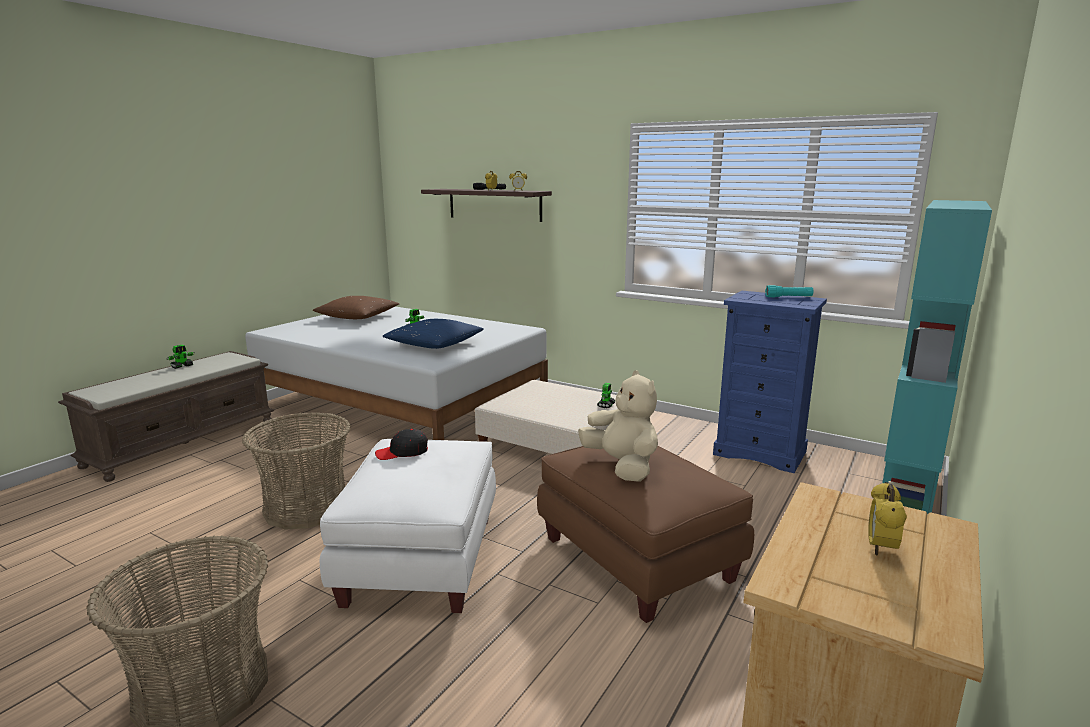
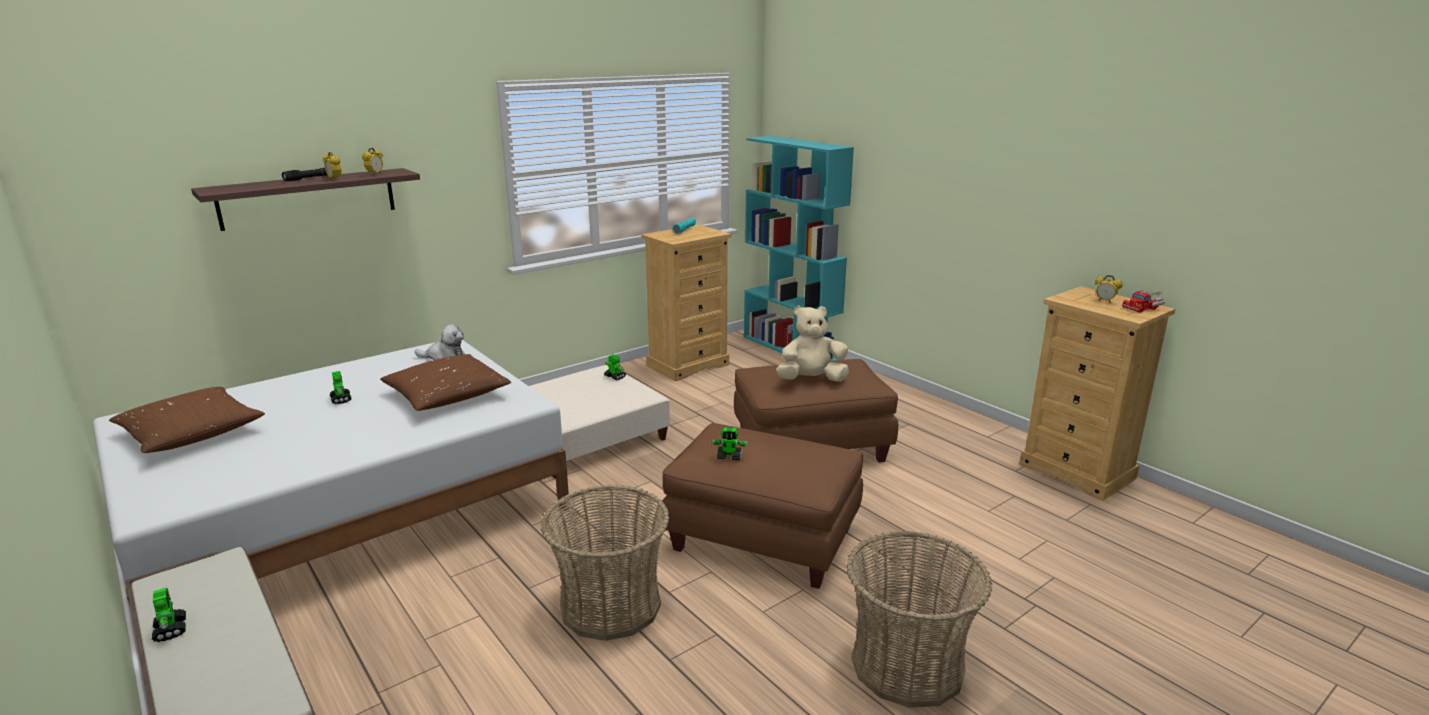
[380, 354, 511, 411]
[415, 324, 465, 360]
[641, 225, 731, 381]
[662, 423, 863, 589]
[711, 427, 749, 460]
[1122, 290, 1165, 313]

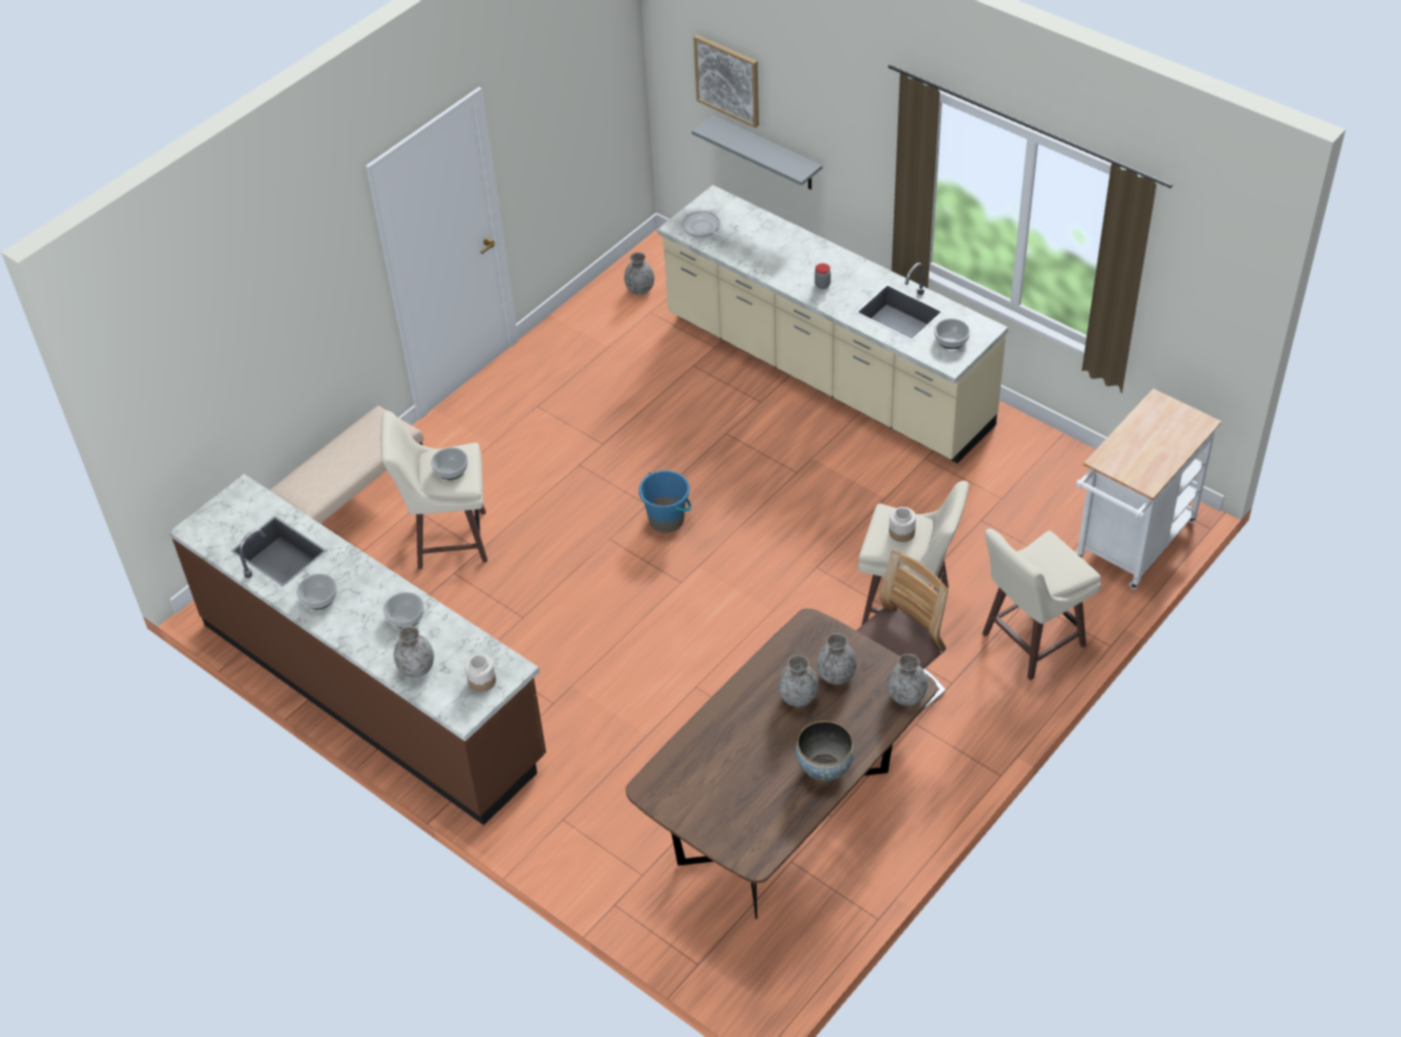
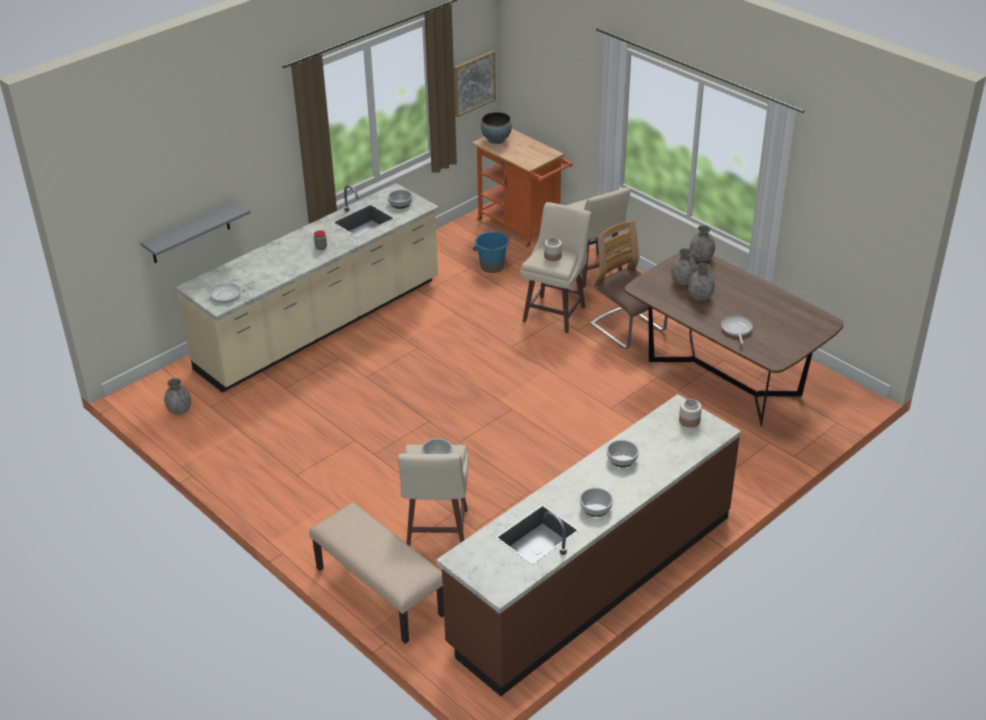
[454, 51, 496, 117]
[472, 129, 573, 248]
[473, 232, 510, 273]
[481, 112, 512, 144]
[721, 316, 753, 344]
[394, 626, 434, 678] (first image)

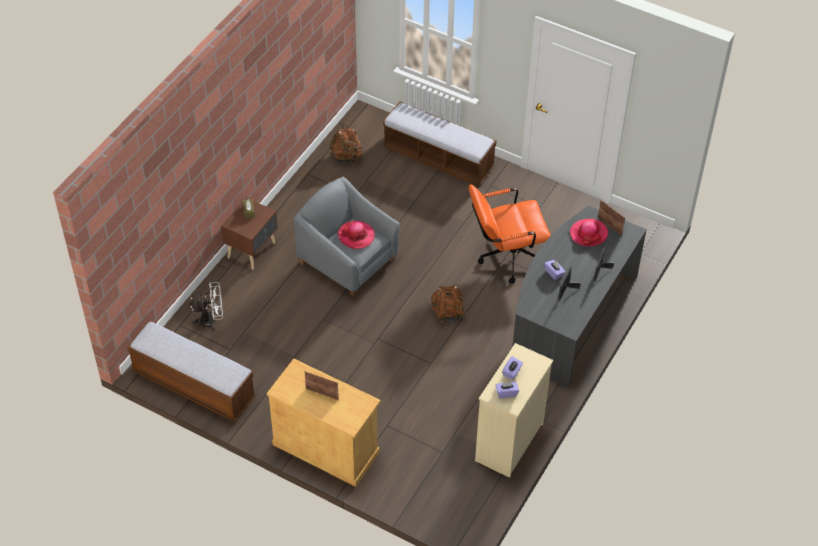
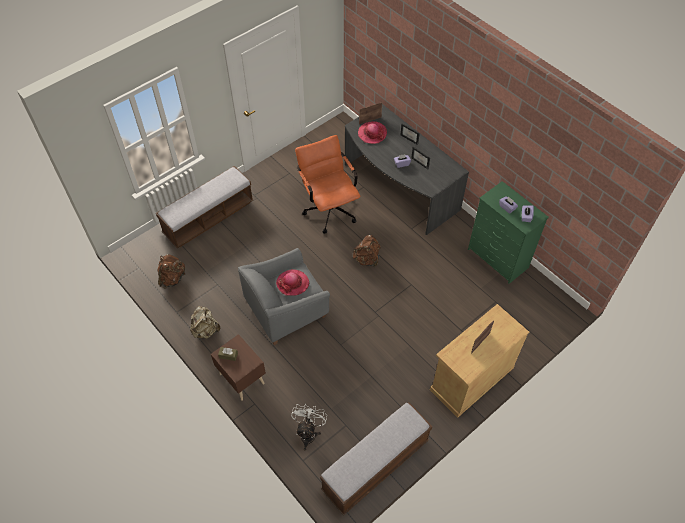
[190, 306, 220, 339]
[295, 135, 361, 234]
[468, 181, 549, 284]

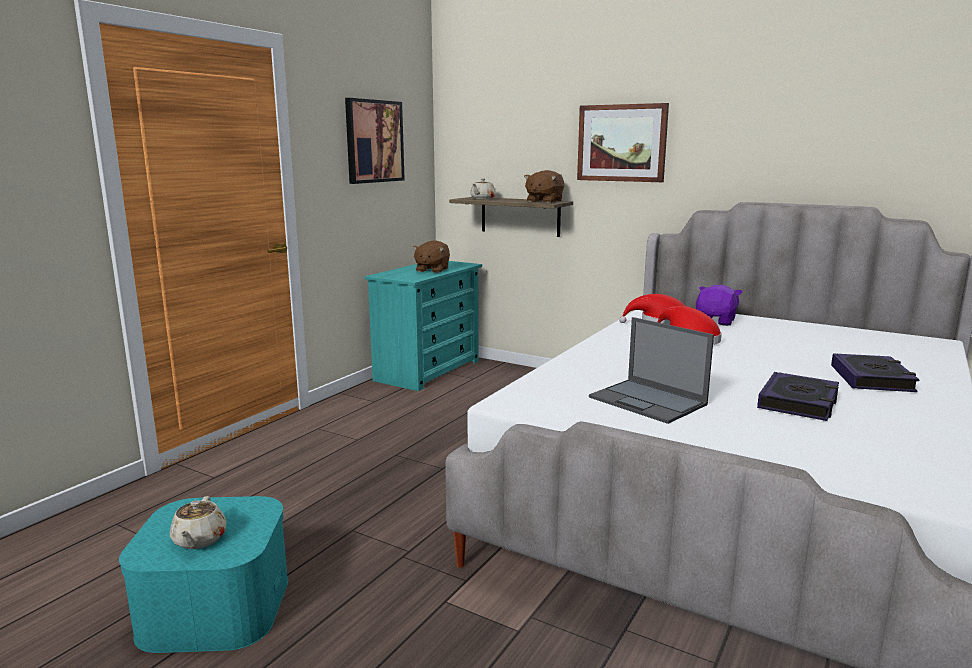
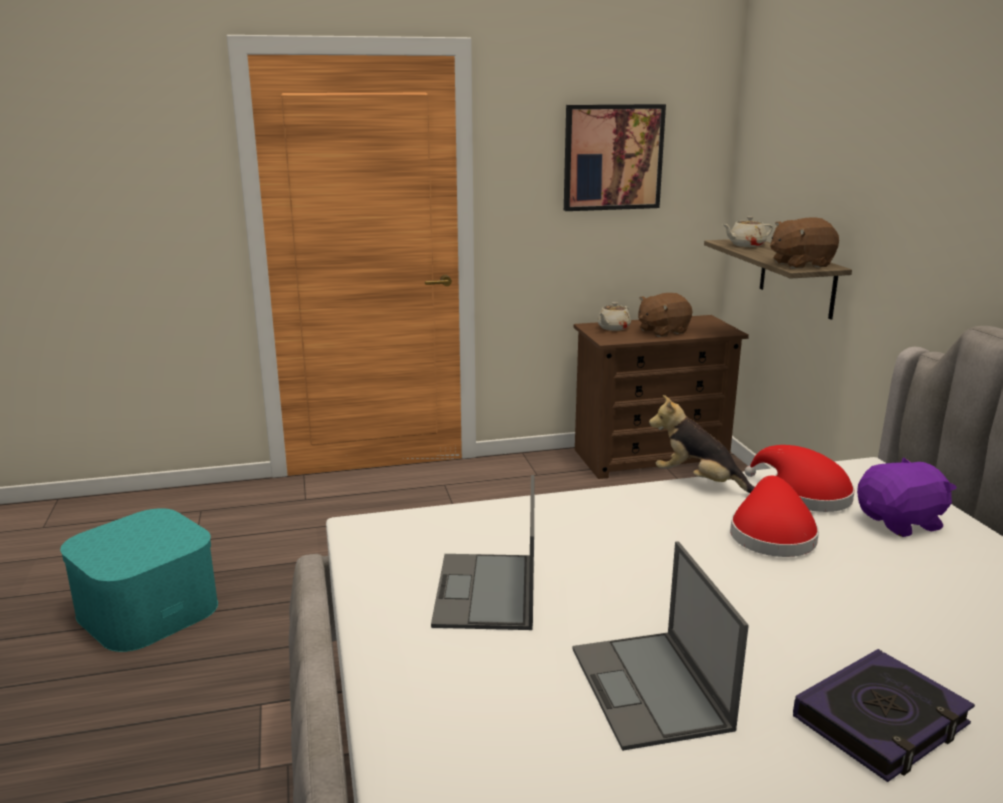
[573, 541, 749, 751]
[574, 315, 749, 479]
[598, 302, 631, 331]
[649, 395, 755, 493]
[577, 103, 669, 182] (first image)

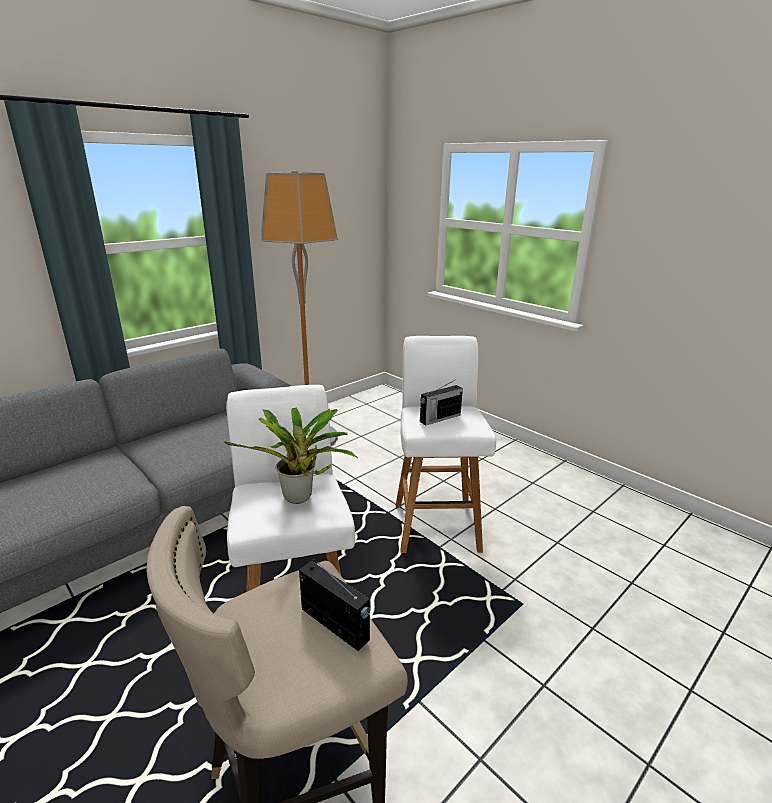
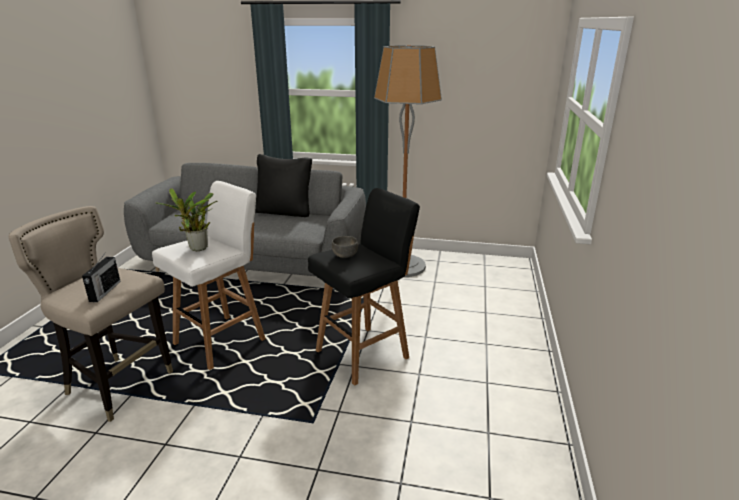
[255, 154, 312, 217]
[308, 188, 420, 386]
[332, 236, 358, 258]

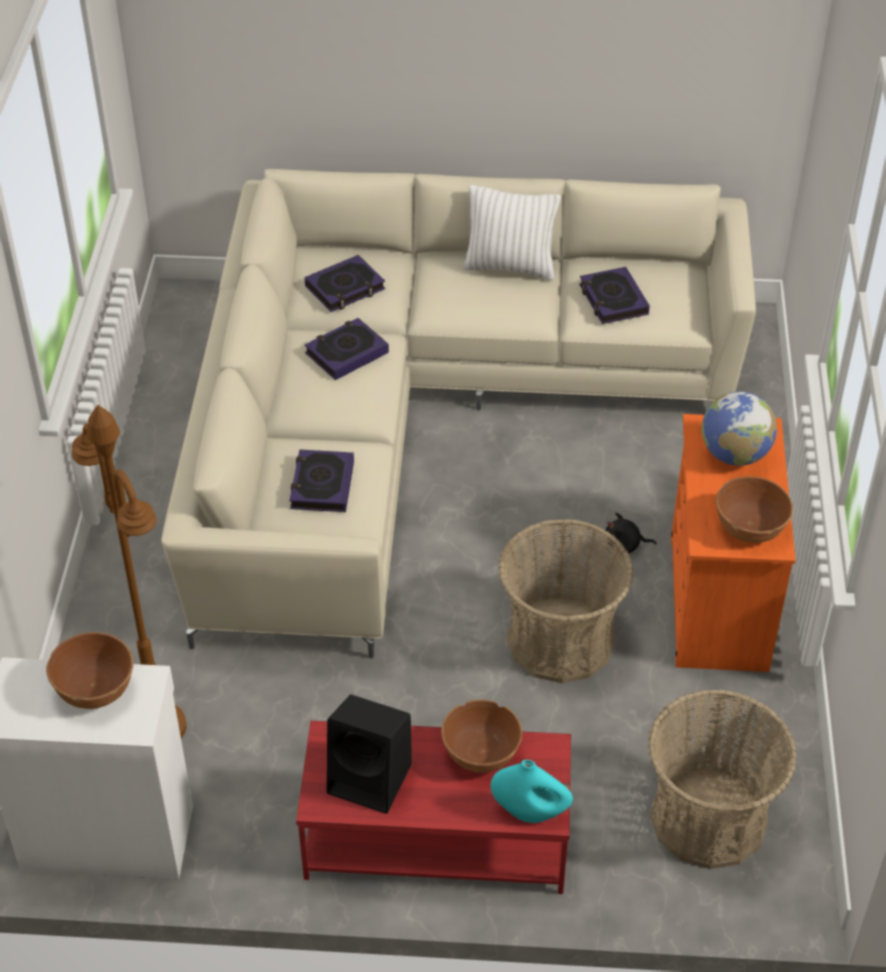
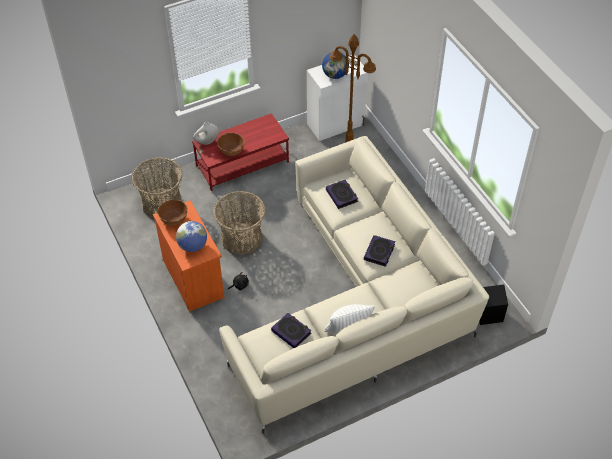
[193, 122, 219, 145]
[322, 53, 349, 79]
[479, 284, 508, 325]
[305, 255, 385, 312] (first image)

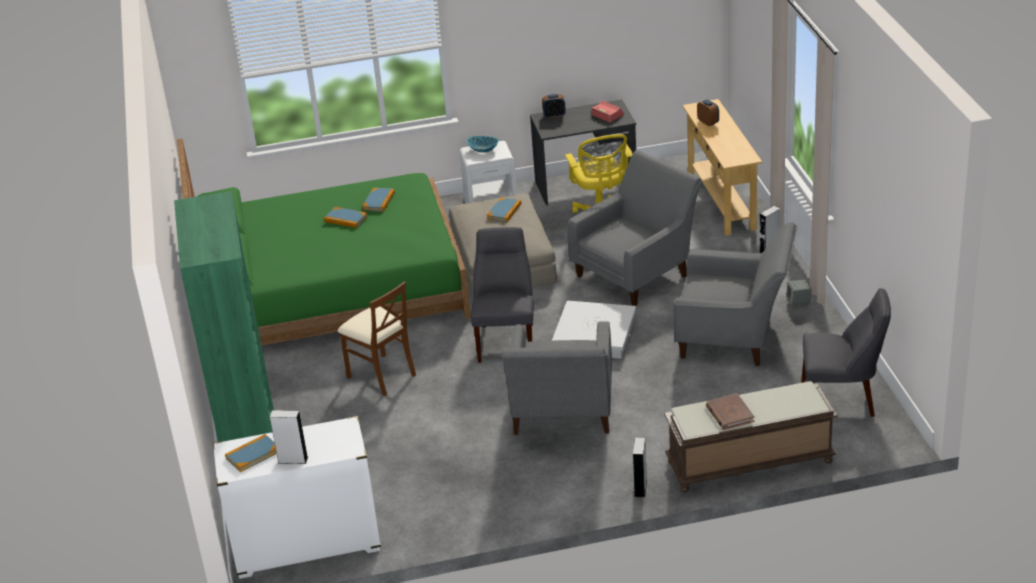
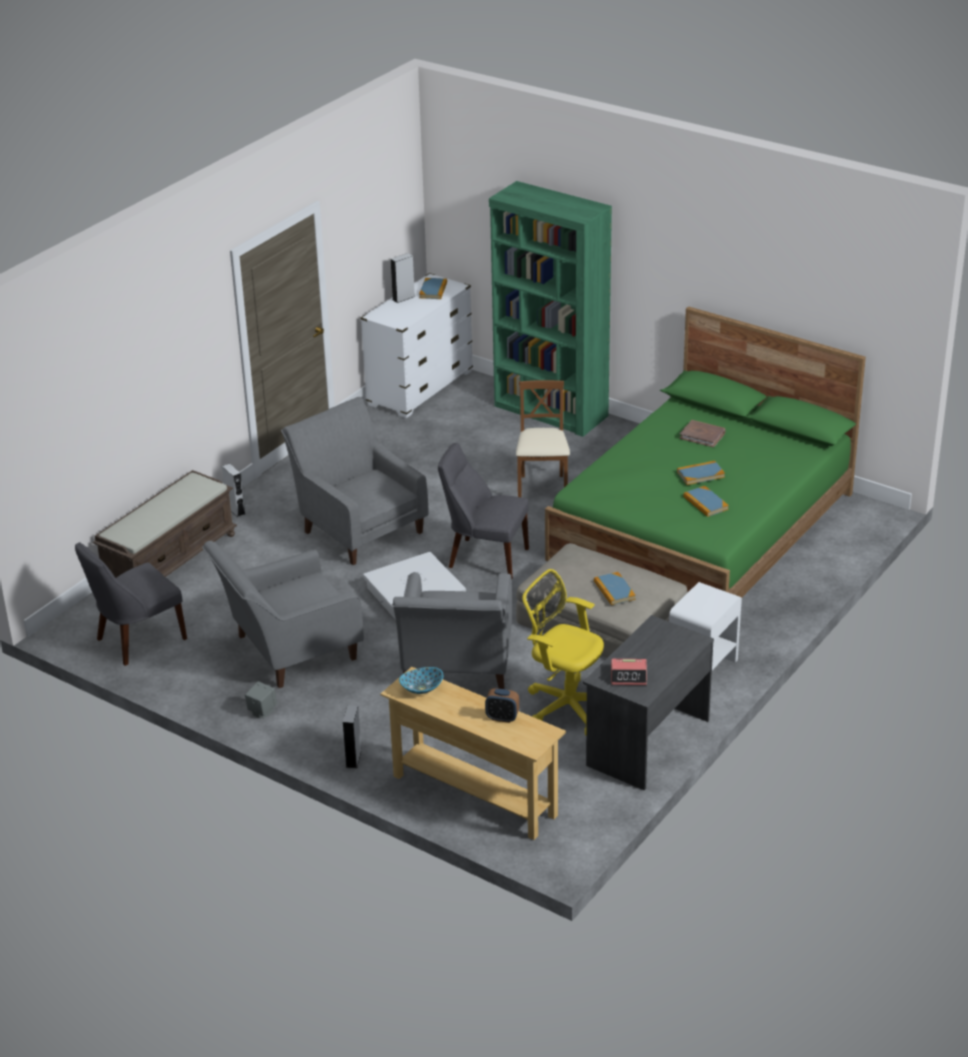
[399, 667, 443, 694]
[438, 443, 529, 579]
[516, 380, 570, 498]
[679, 420, 726, 447]
[542, 94, 566, 119] (first image)

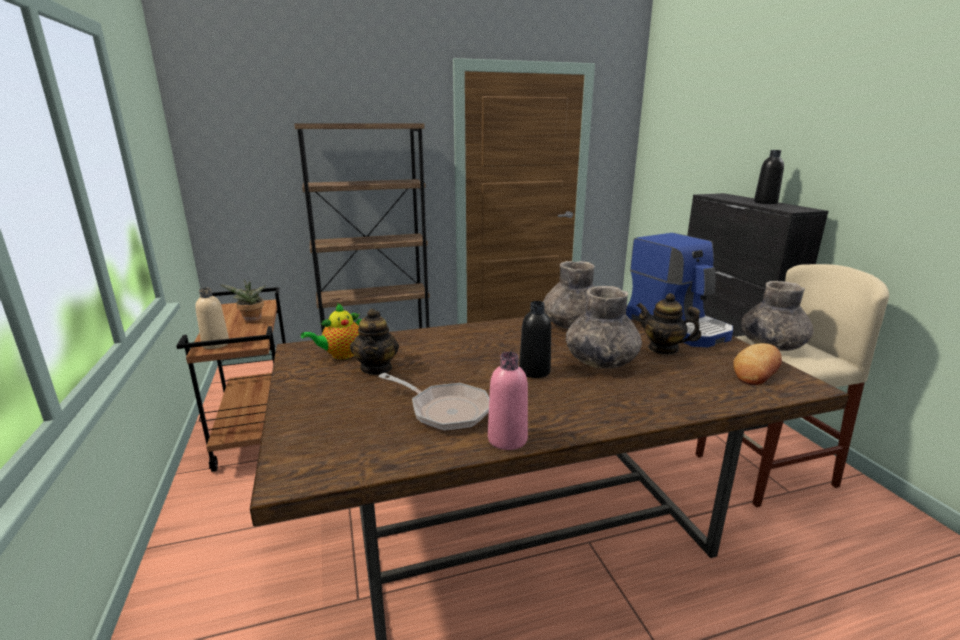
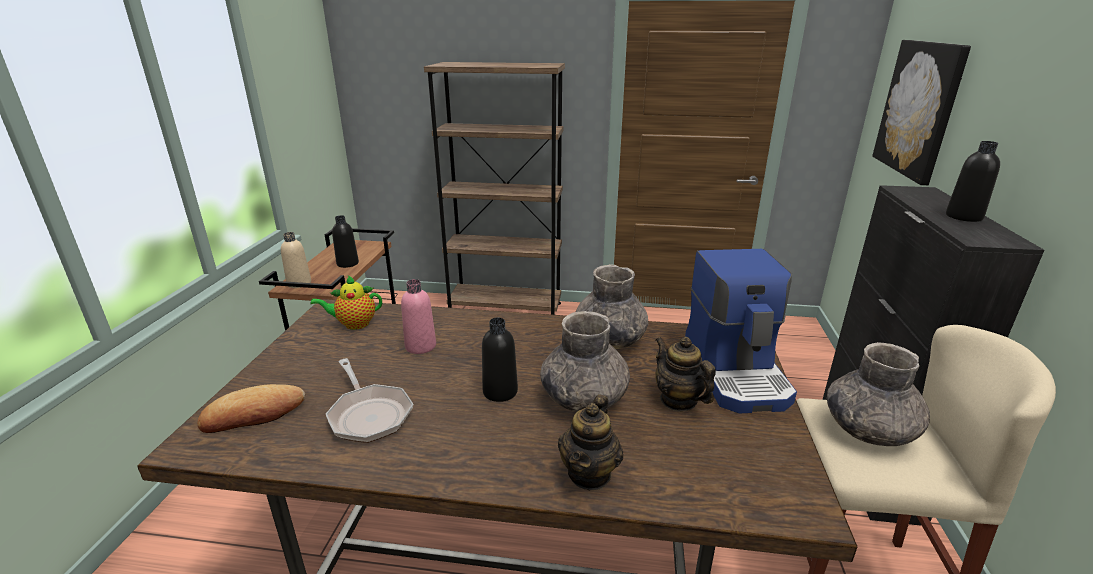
[197, 384, 305, 433]
[332, 215, 359, 268]
[401, 279, 436, 354]
[558, 395, 623, 491]
[872, 40, 971, 185]

